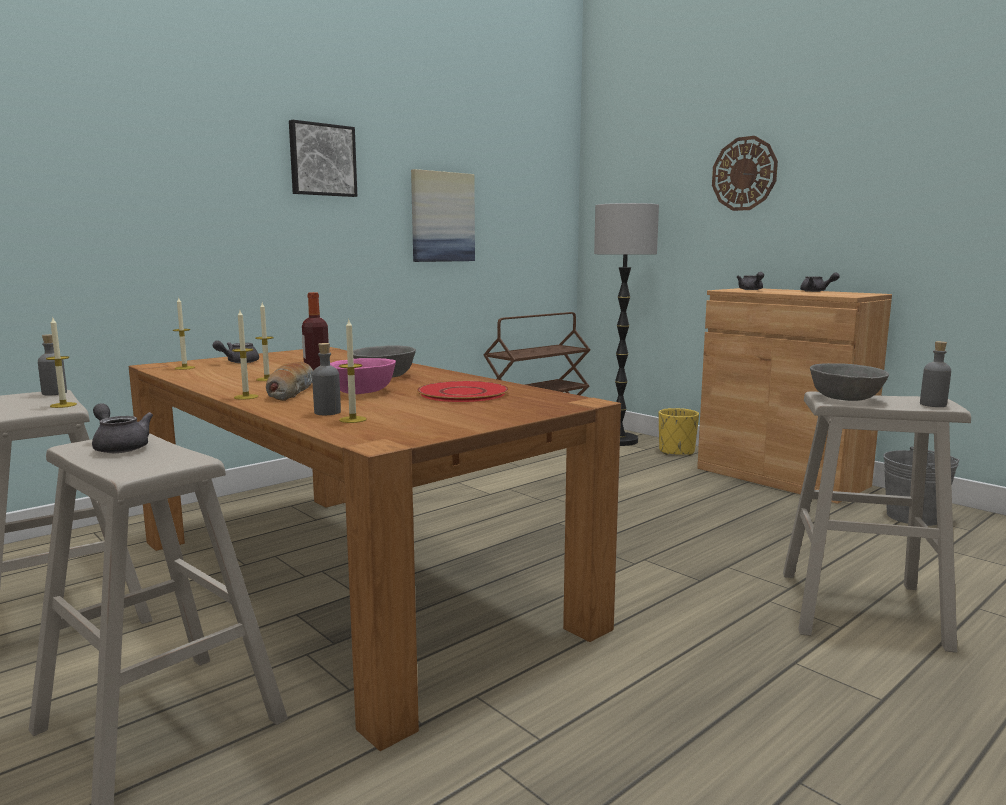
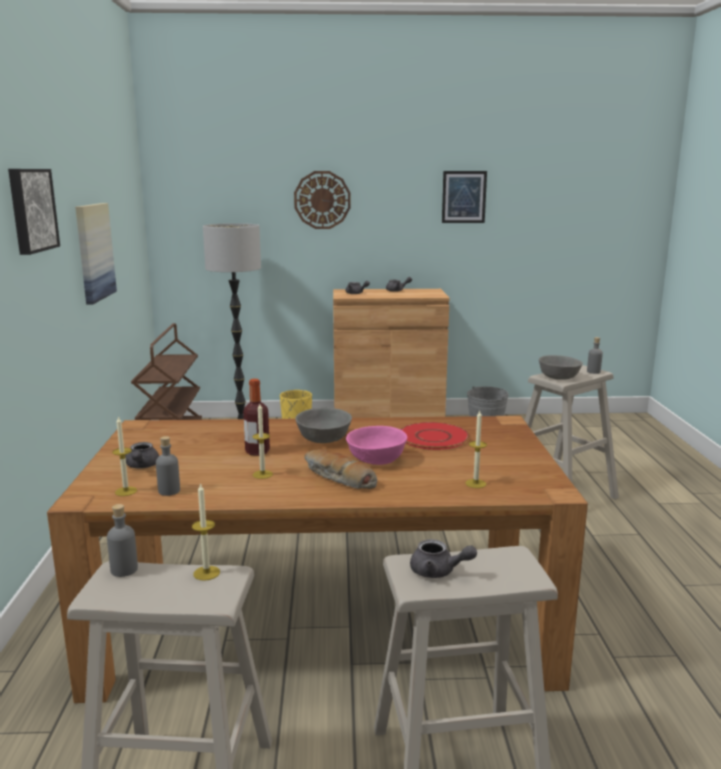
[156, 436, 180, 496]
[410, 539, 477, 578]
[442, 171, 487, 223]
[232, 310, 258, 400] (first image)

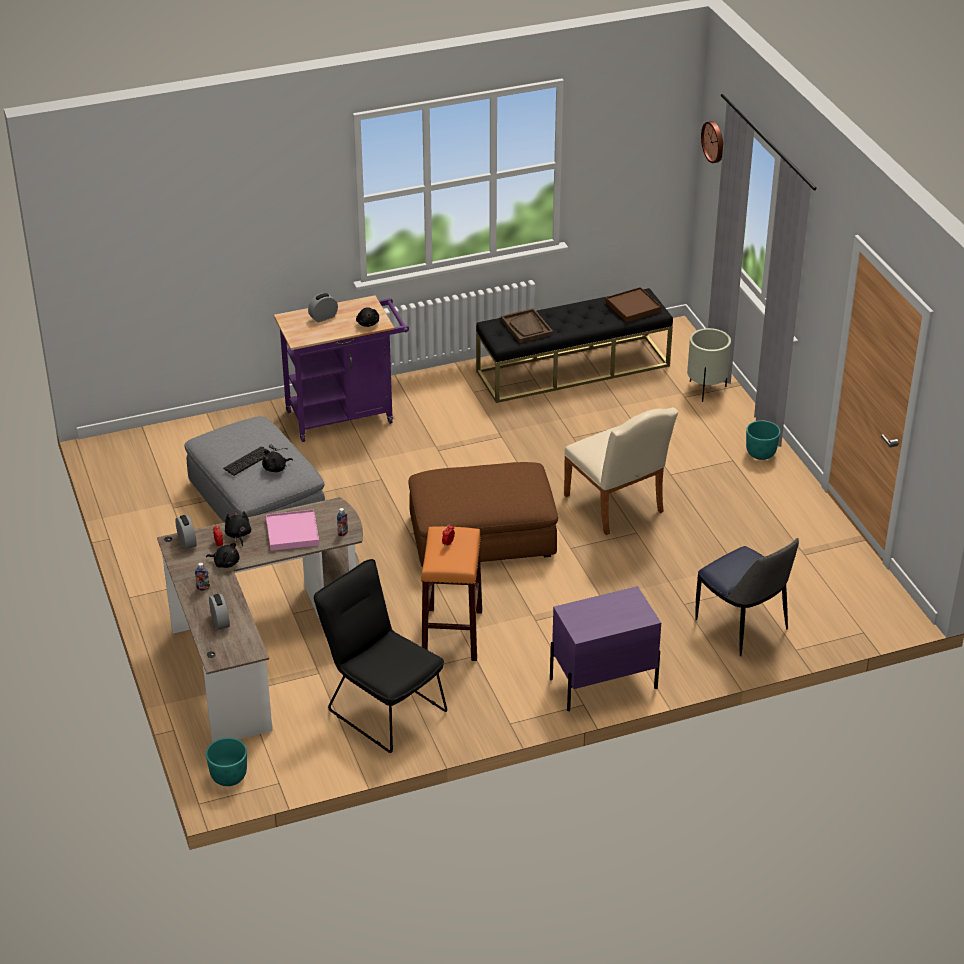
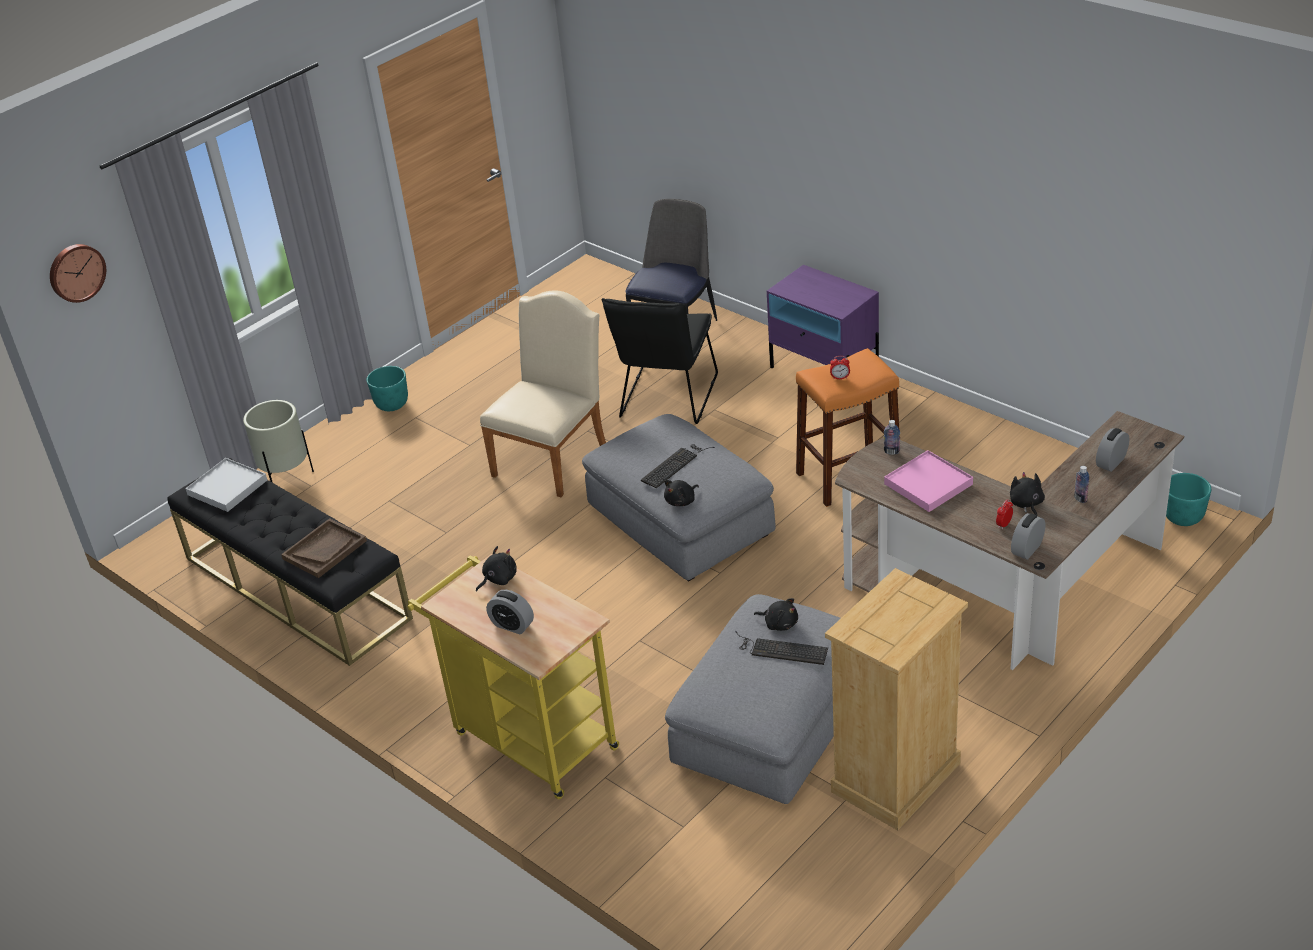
[185, 458, 267, 512]
[407, 554, 619, 799]
[582, 414, 776, 581]
[601, 298, 718, 424]
[641, 444, 715, 488]
[664, 480, 699, 506]
[825, 568, 968, 830]

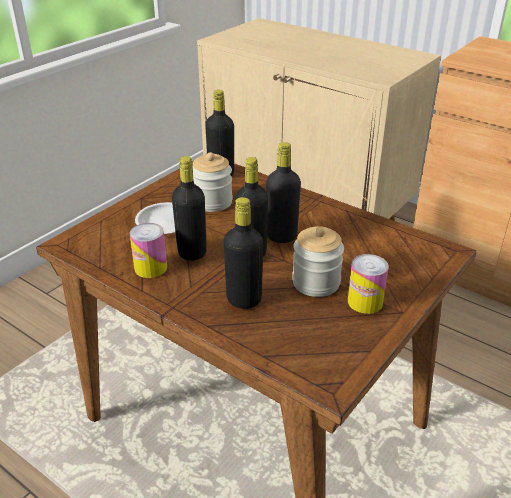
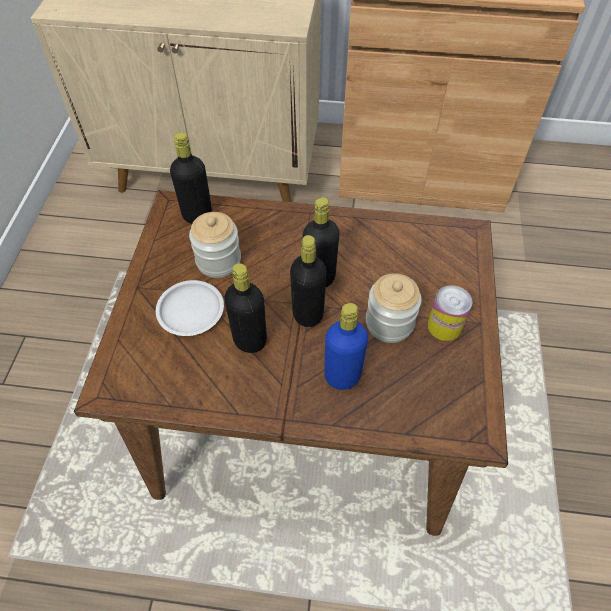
[324, 303, 368, 390]
[129, 223, 167, 278] (first image)

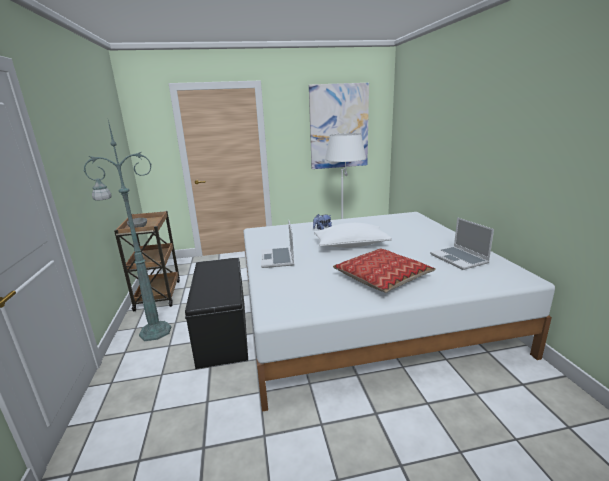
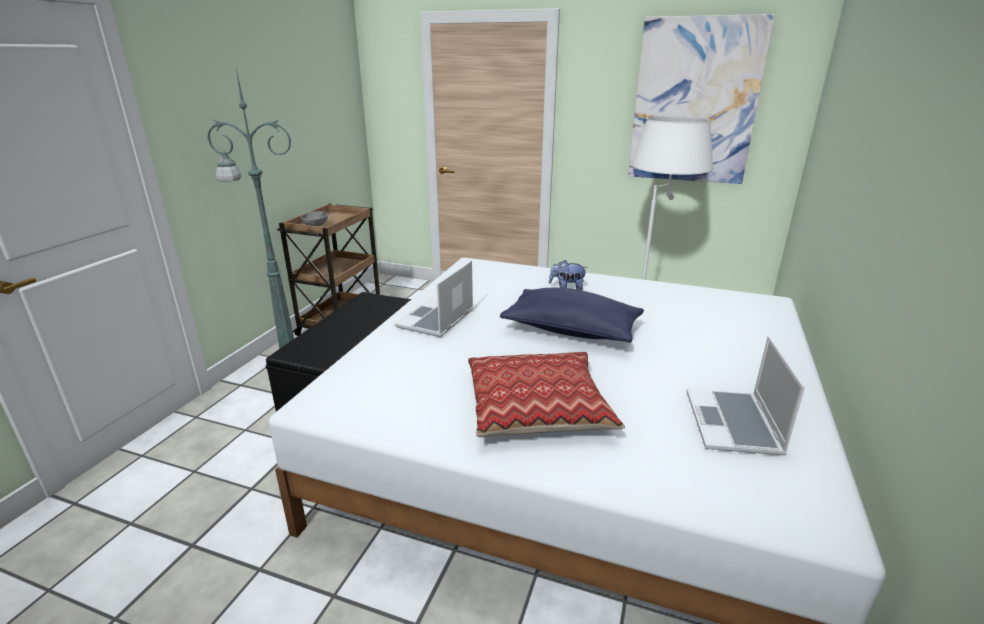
[500, 288, 644, 343]

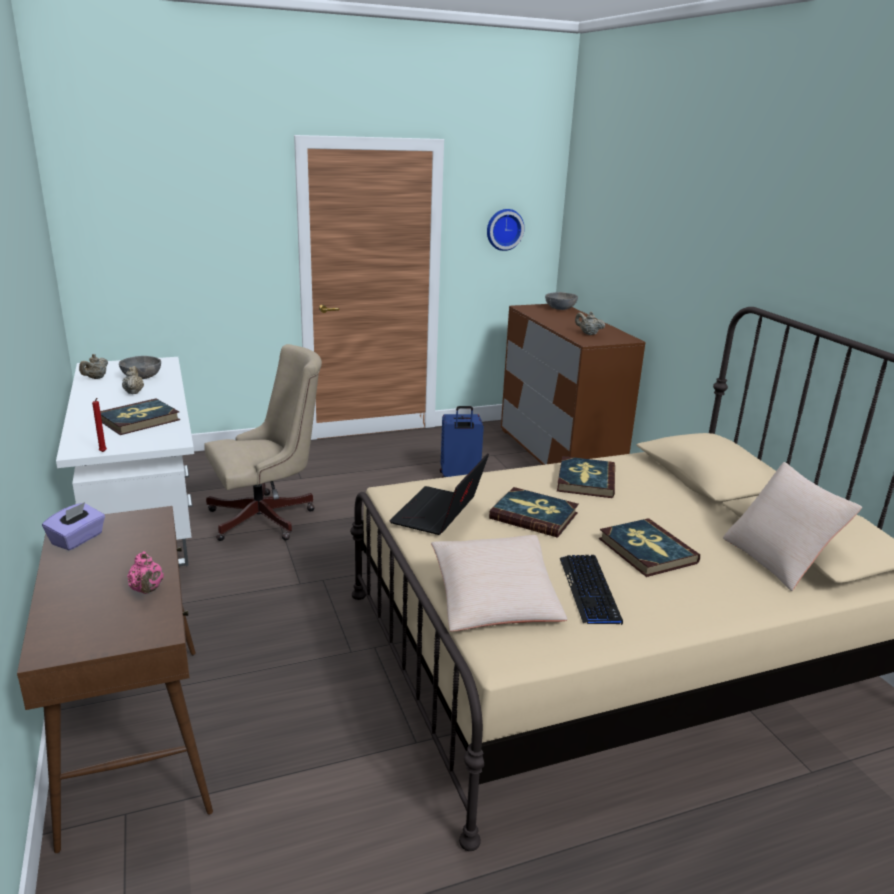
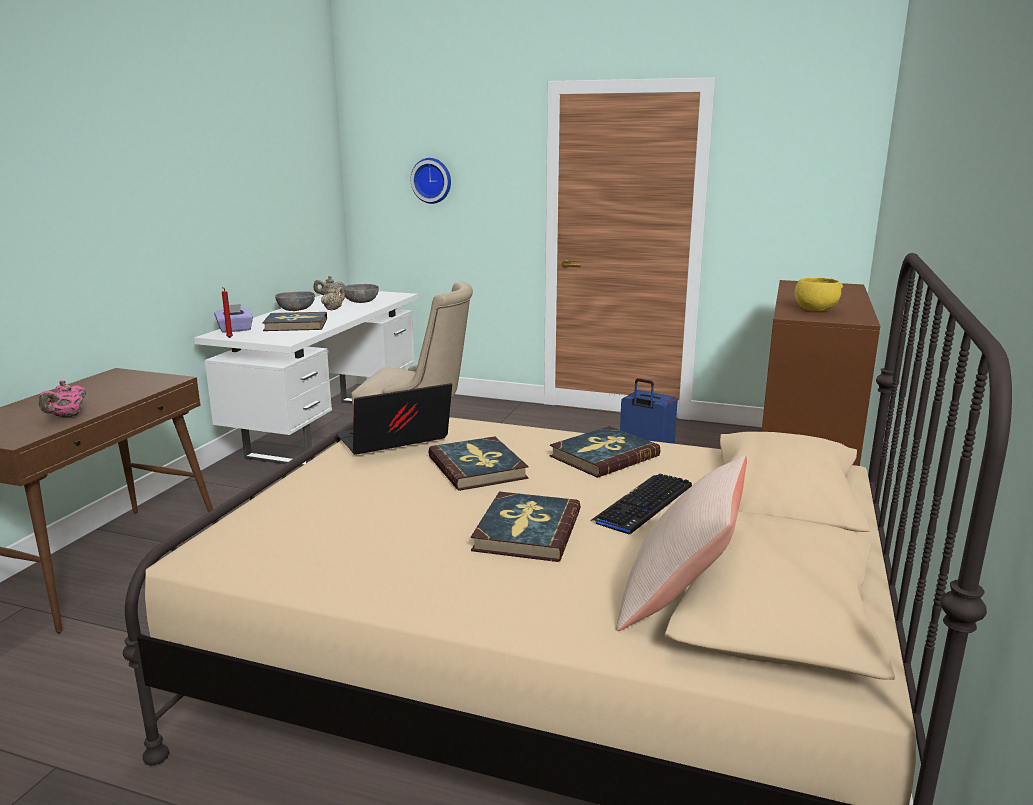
[214, 304, 253, 333]
[275, 291, 315, 311]
[411, 158, 451, 204]
[590, 474, 692, 534]
[795, 278, 843, 311]
[431, 535, 567, 632] (first image)

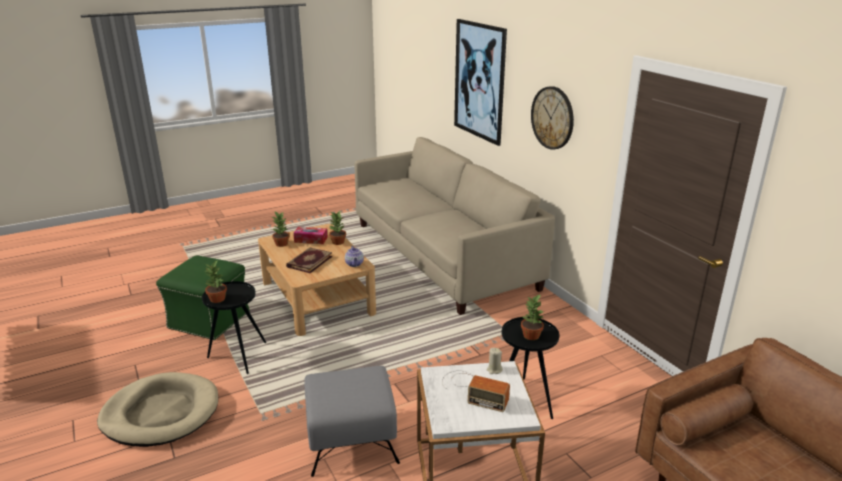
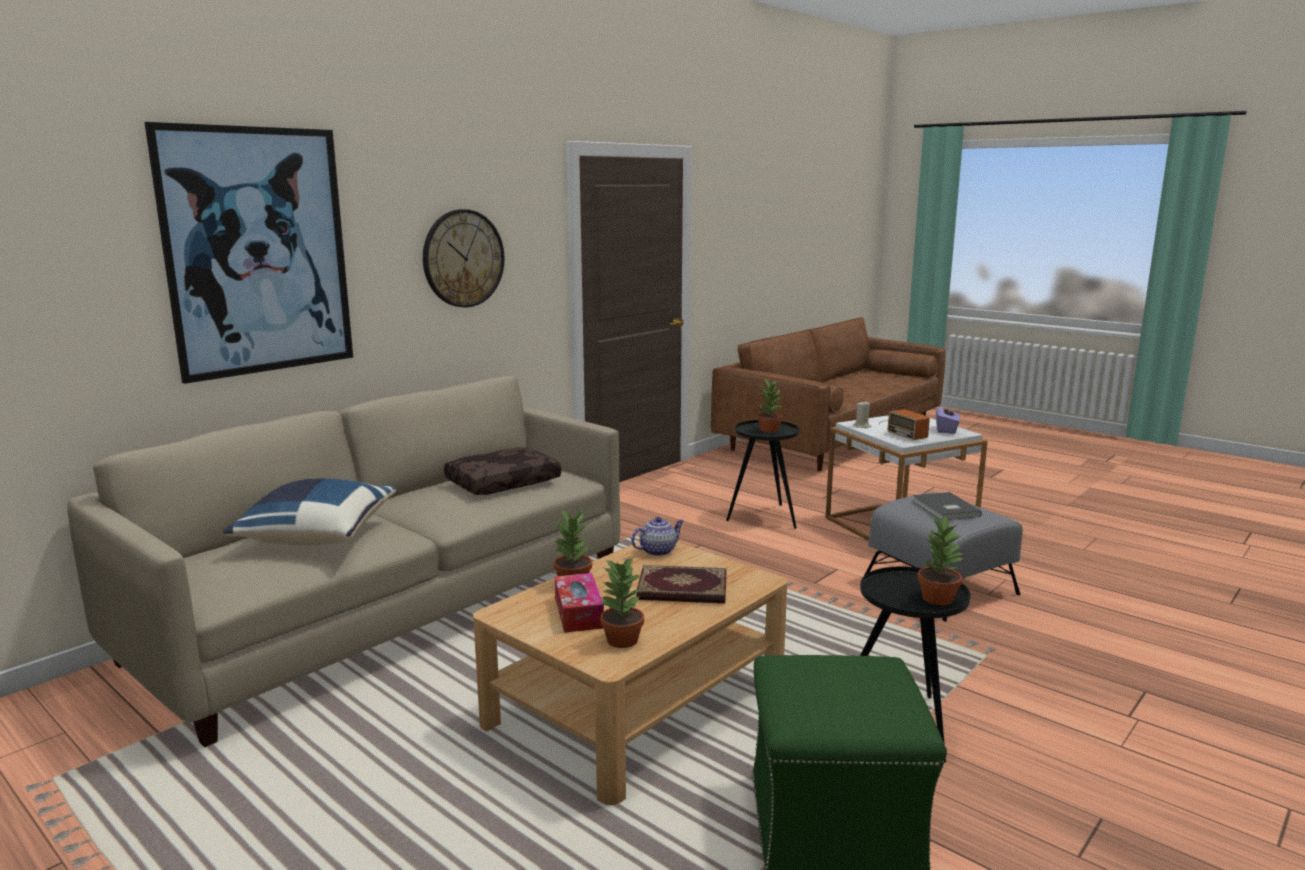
[223, 479, 396, 545]
[444, 447, 561, 495]
[878, 409, 930, 440]
[913, 492, 982, 520]
[936, 404, 960, 434]
[97, 372, 218, 447] (first image)

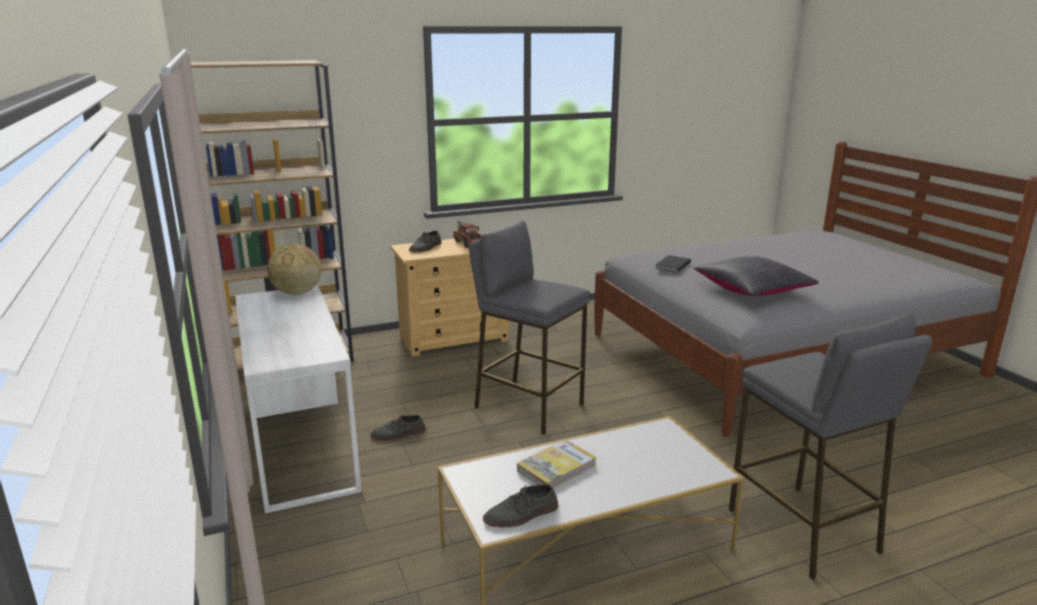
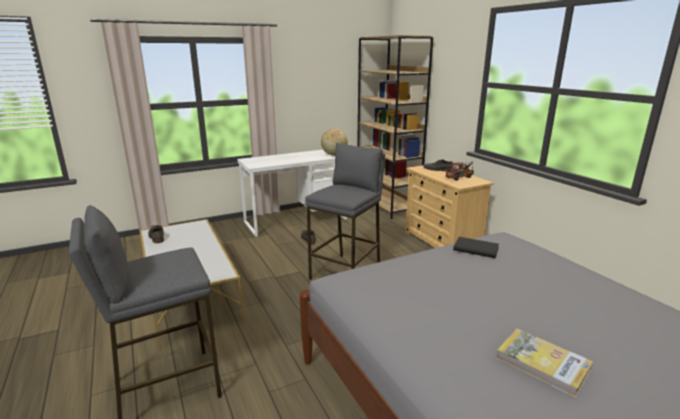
[496, 329, 593, 397]
[694, 256, 819, 296] (first image)

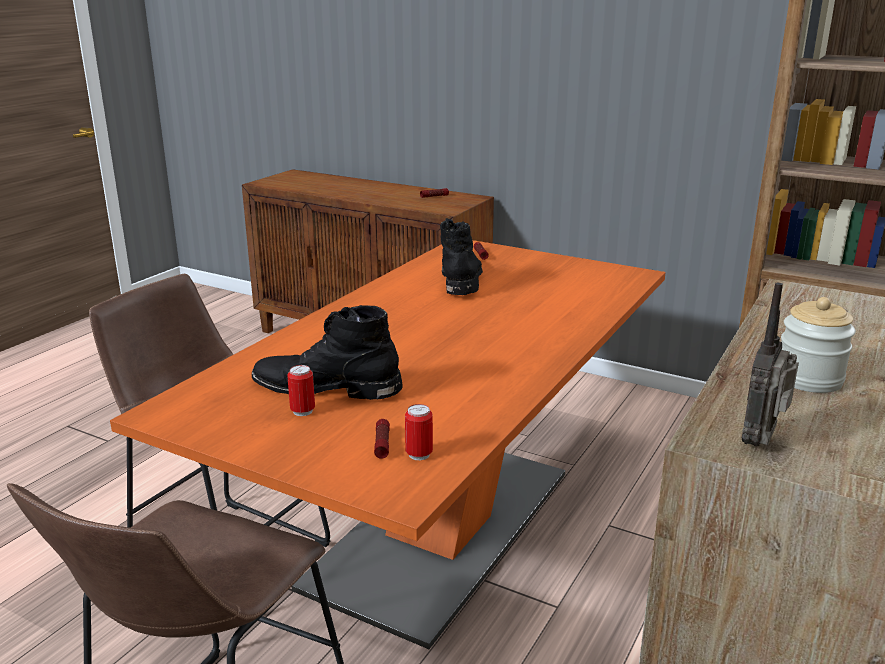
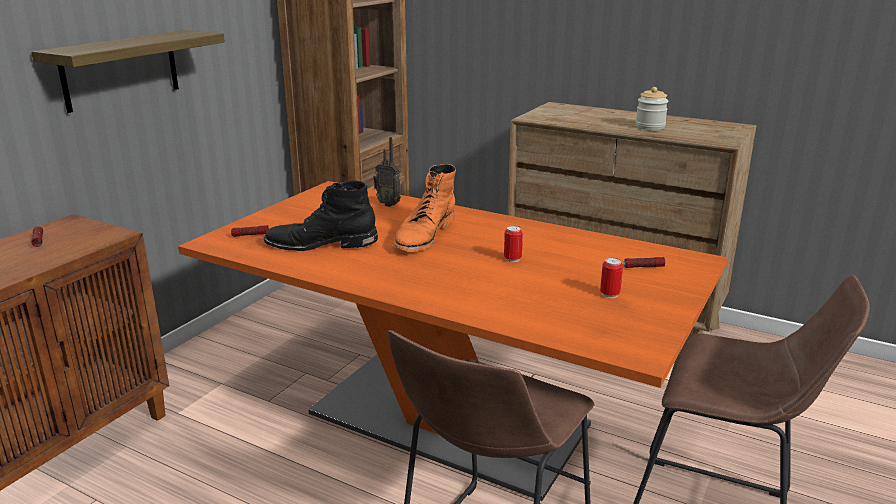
[31, 30, 225, 113]
[373, 137, 401, 207]
[392, 164, 456, 252]
[504, 226, 523, 262]
[252, 305, 403, 400] (first image)

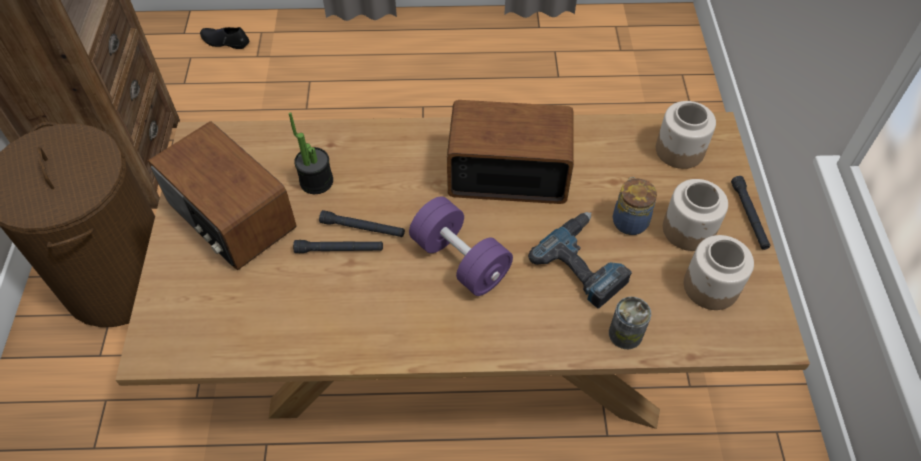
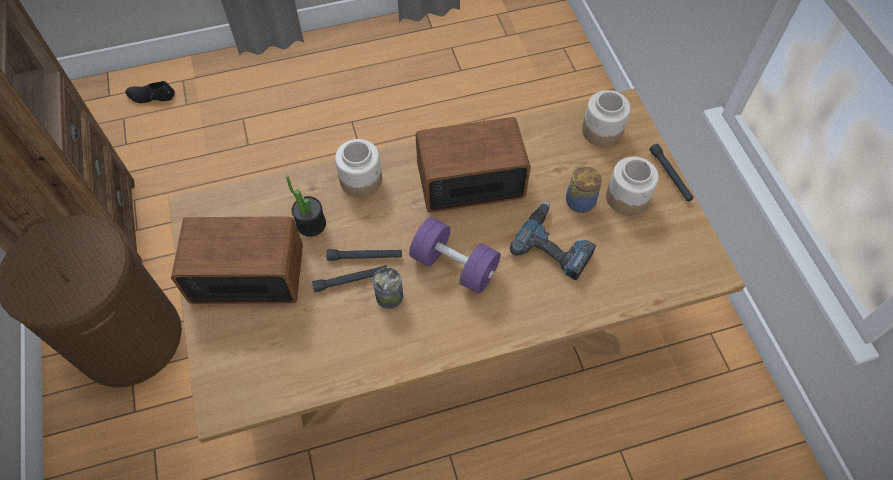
[171, 216, 303, 304]
[335, 139, 382, 197]
[373, 267, 403, 309]

